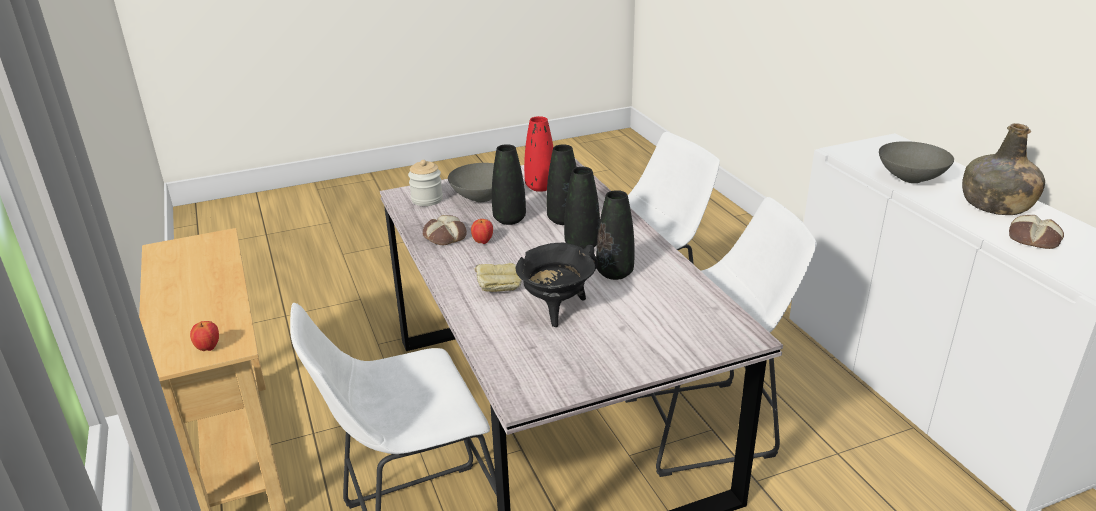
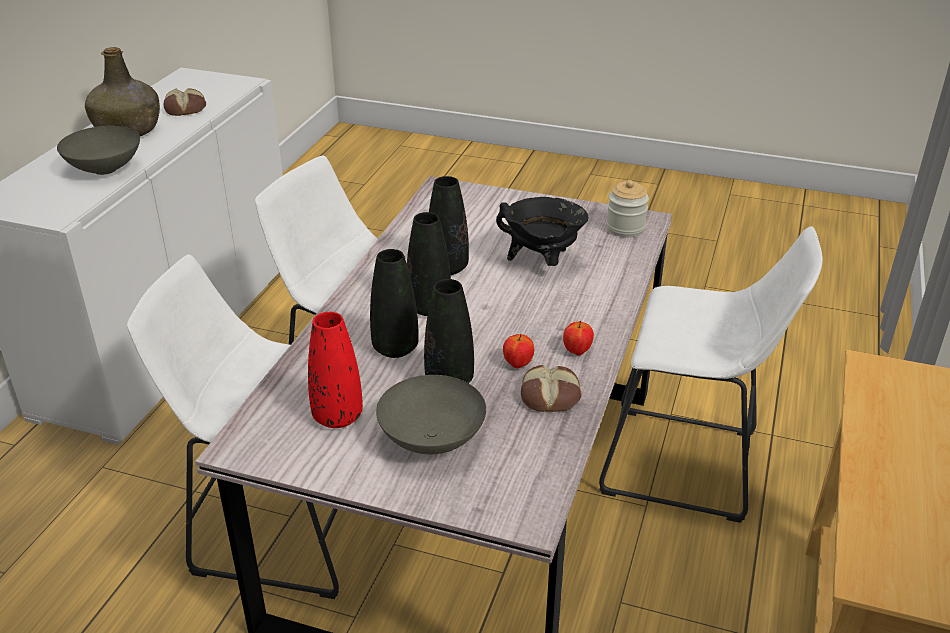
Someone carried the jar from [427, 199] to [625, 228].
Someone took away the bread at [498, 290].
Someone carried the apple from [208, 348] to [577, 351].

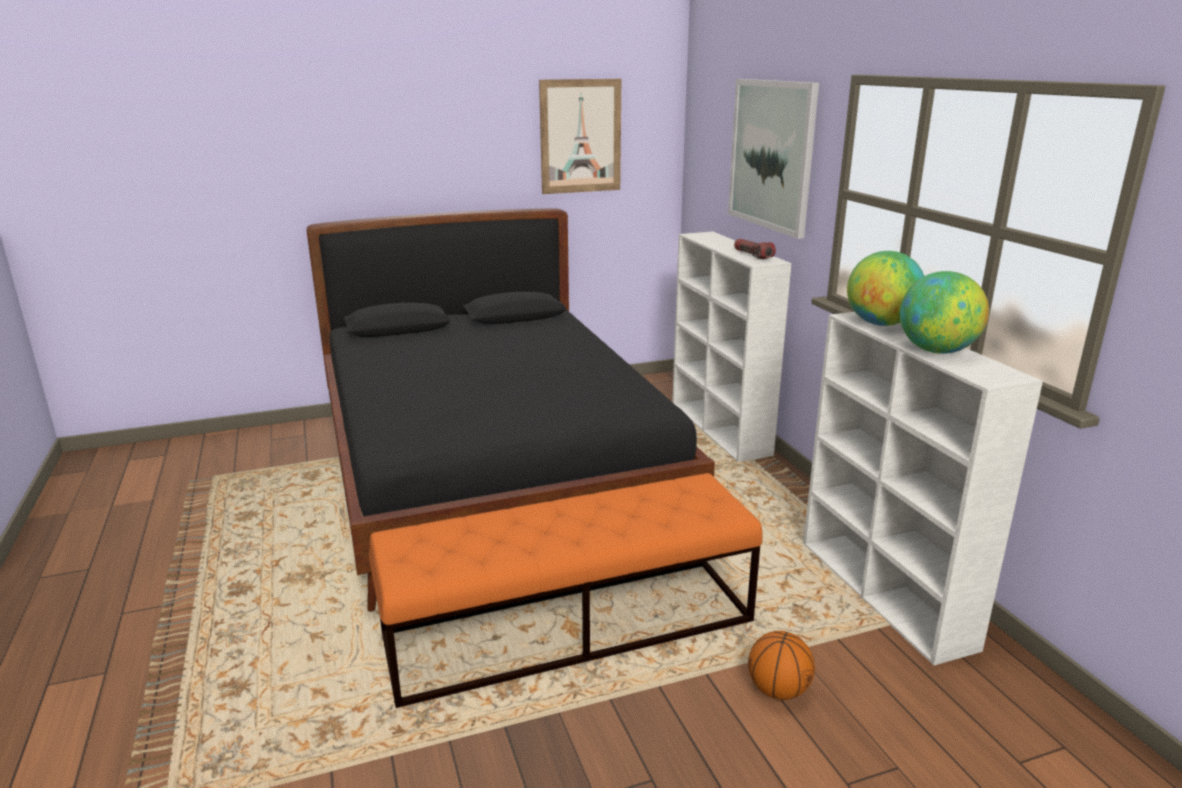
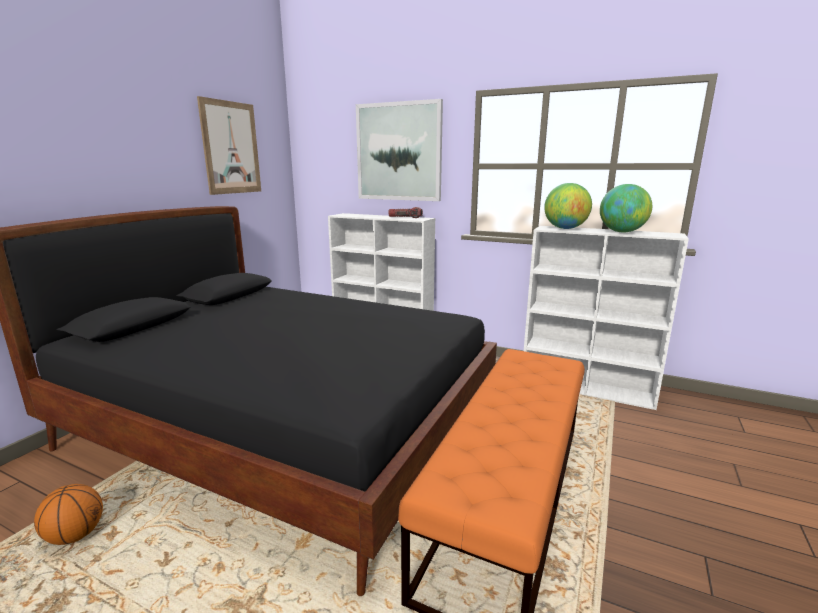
Someone carried the basketball from [778, 691] to [76, 535].

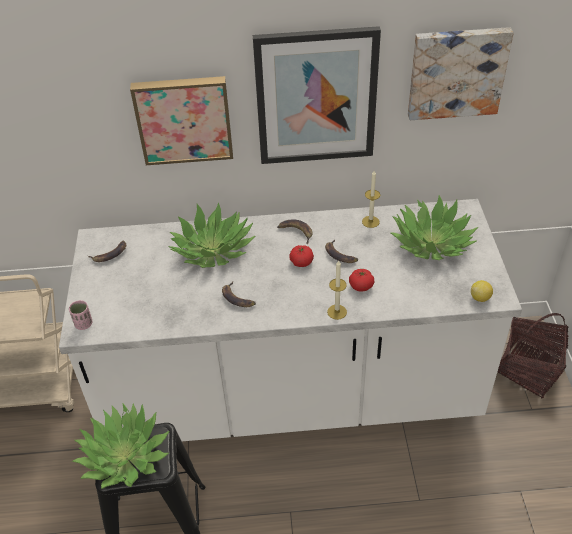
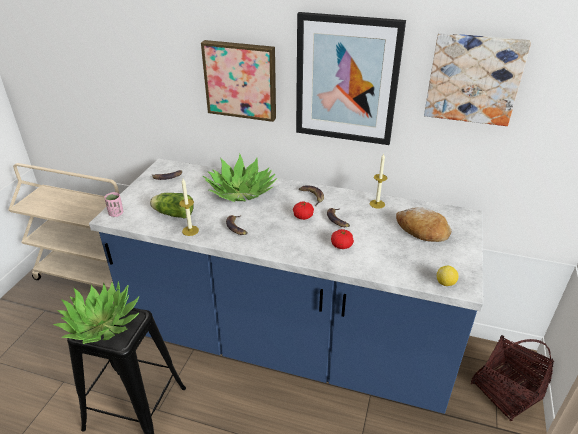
Someone swapped the potted plant at [431, 242] for the bread at [422, 231].
Someone repainted the white counter at [291, 393], which became the blue counter at [289, 342].
Someone carried the candle from [337, 312] to [190, 230].
Someone put down the lettuce at [172, 214].

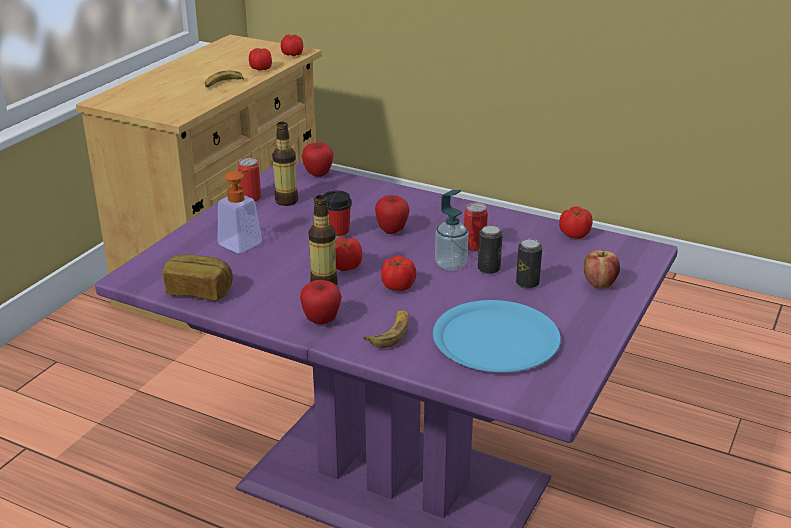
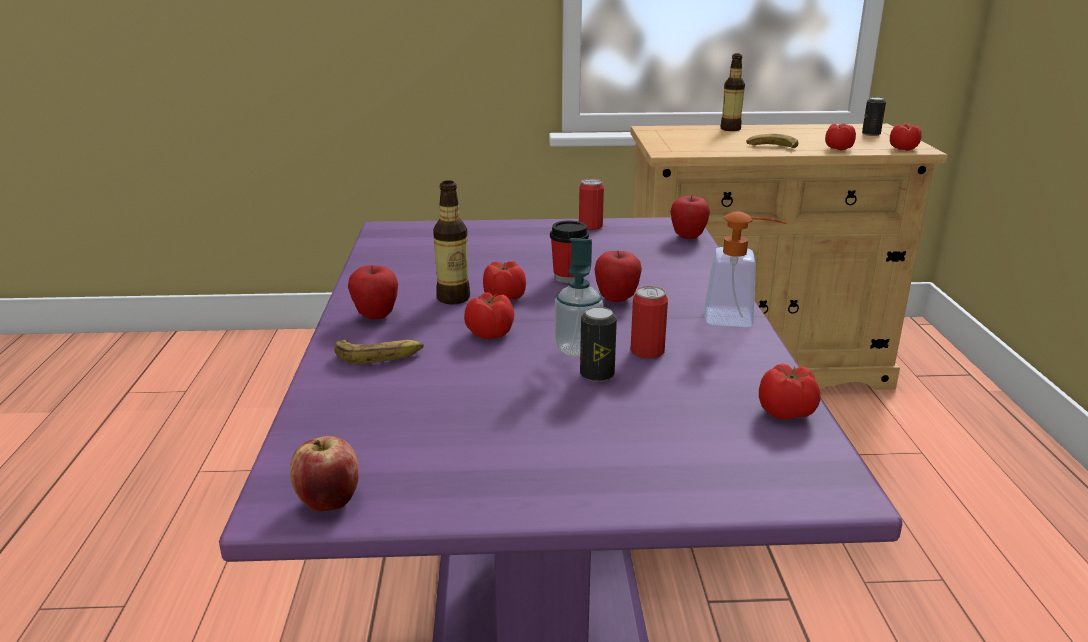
Someone carried the bottle from [286, 201] to [730, 129].
Someone carried the soap dispenser from [245, 241] to [739, 319].
Someone carried the can from [527, 283] to [871, 134].
Someone carried the apple from [599, 284] to [329, 502].
Someone took away the bread at [199, 291].
Someone took away the blue plate at [495, 338].

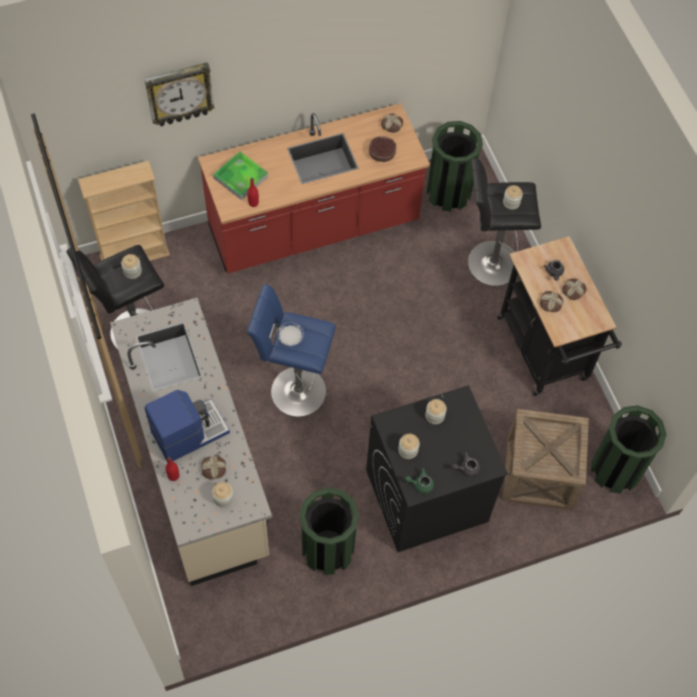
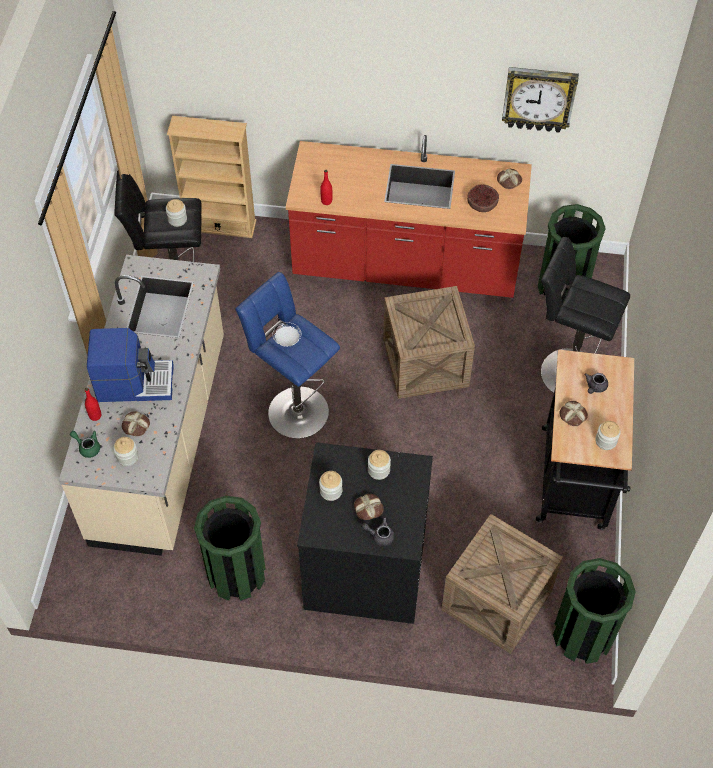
Someone carried the wall clock from [179, 93] to [539, 98].
Someone took away the tray at [240, 177].
Someone carried the jar from [511, 202] to [606, 441].
Someone carried the bread from [573, 290] to [368, 508].
Someone carried the green teapot from [420, 484] to [87, 447].
Someone put down the crate at [425, 363].

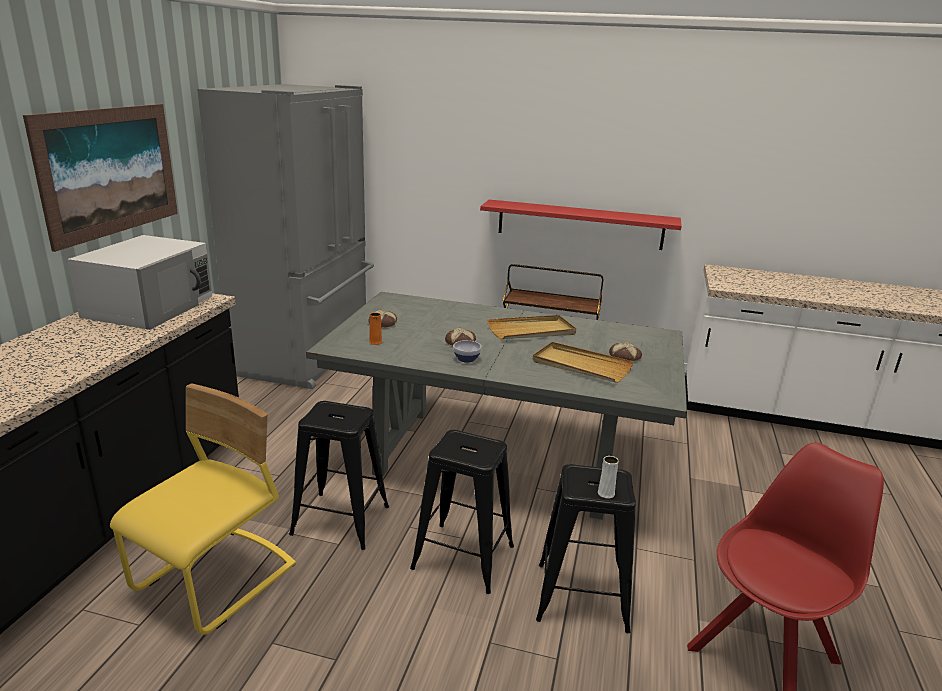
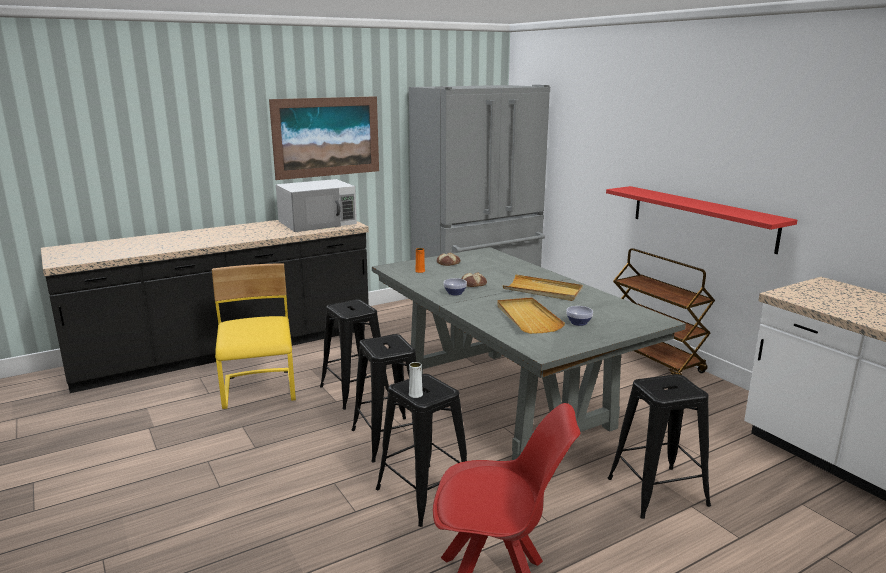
Someone swapped the bread at [625, 357] for the bowl at [579, 323].
Someone rotated the yellow chair at [216, 580] by 90 degrees counterclockwise.
Someone put down the black stool at [658, 491].

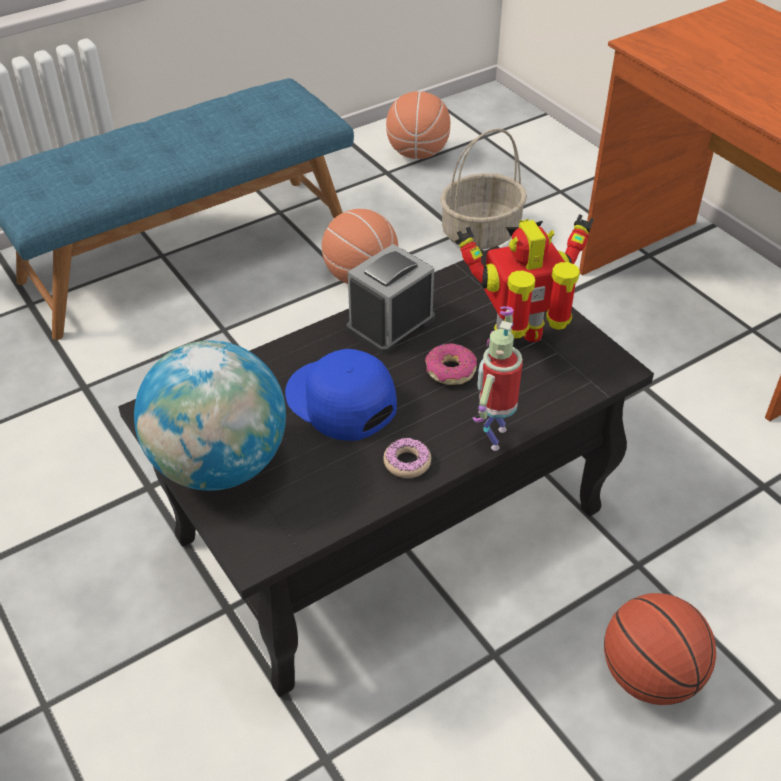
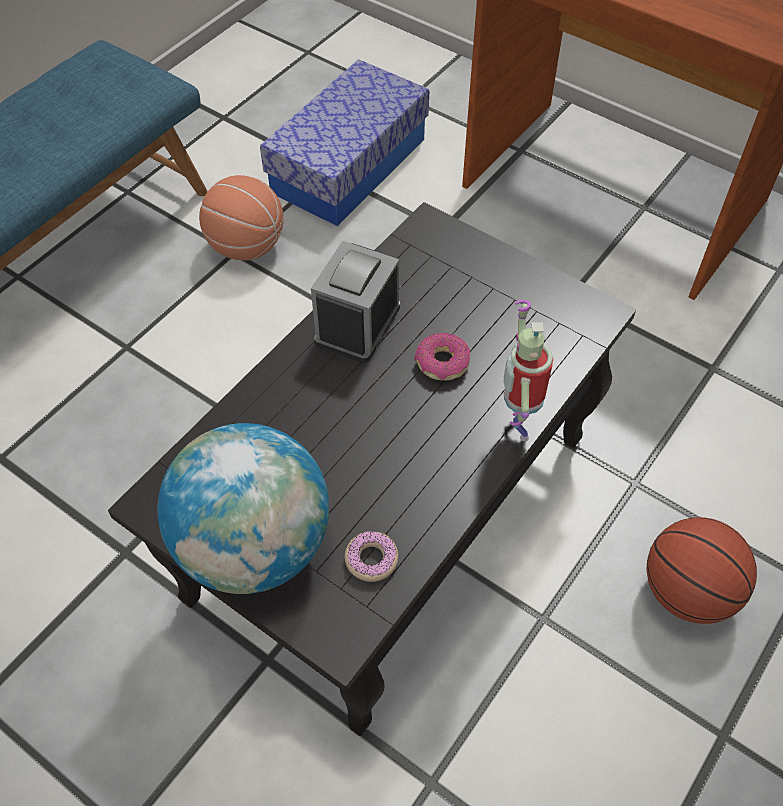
Someone took away the basketball at [417, 153].
Someone swapped the basket at [480, 233] for the storage box at [349, 165].
Someone took away the toy robot at [520, 340].
Someone took away the blue cap at [340, 401].
Someone carried the donut from [407, 462] to [371, 559].

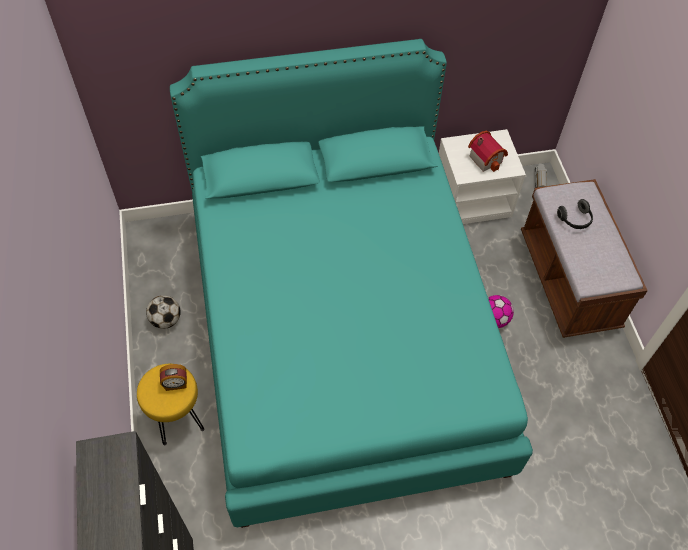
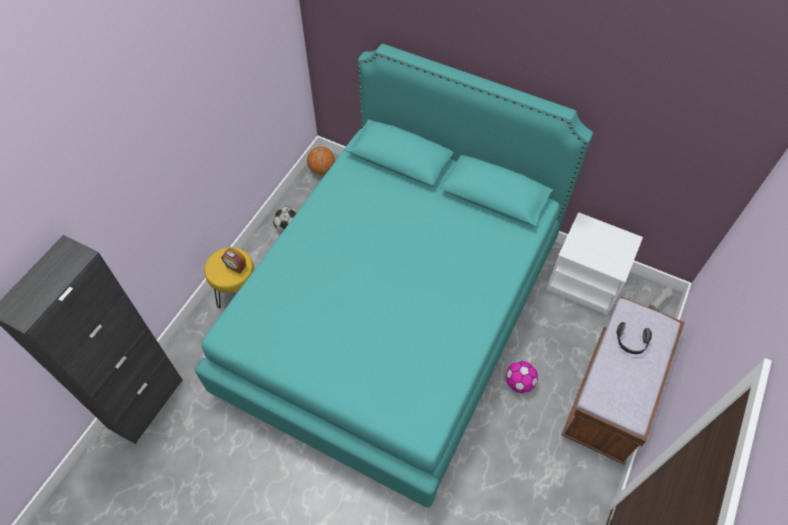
Someone took away the toy house at [486, 158].
Someone put down the basketball at [322, 169].

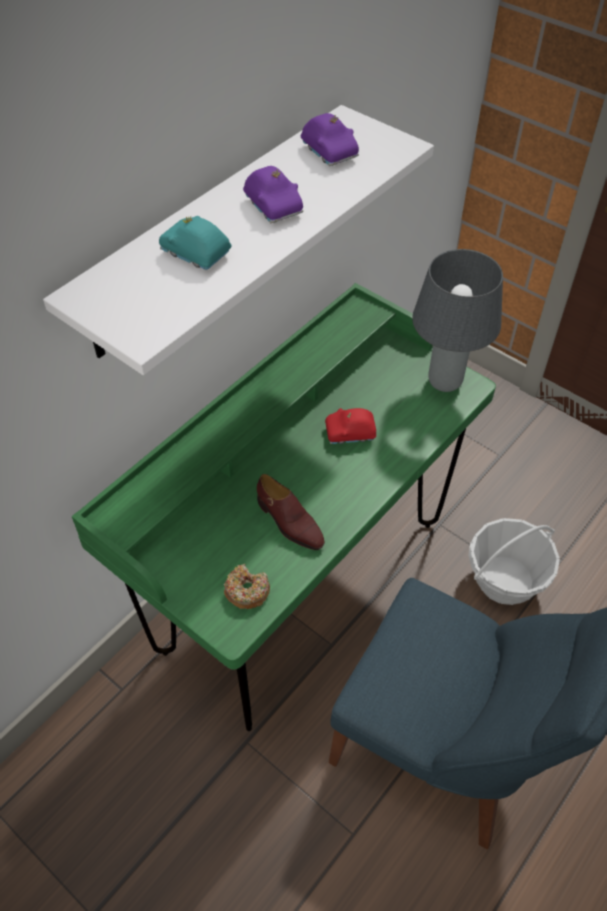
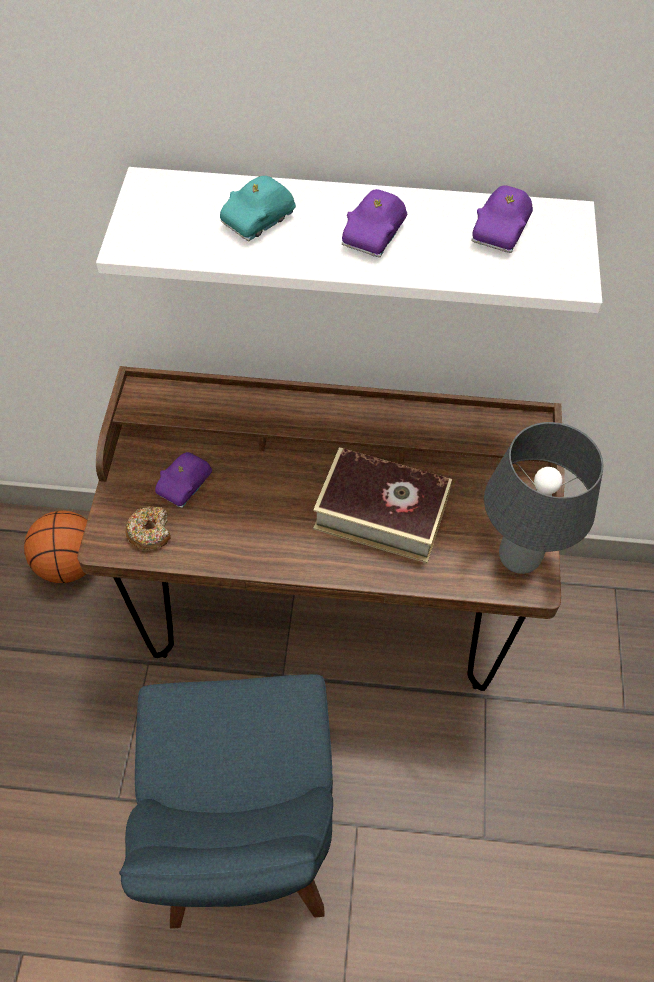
Someone rotated the turquoise toy car at [195, 254] by 135 degrees counterclockwise.
Someone repainted the green desk at [301, 585], which became the brown desk at [325, 614].
Someone swapped the red toy car at [350, 434] for the book at [381, 513].
Someone took away the brown shoe at [289, 522].
Someone took away the basket at [505, 580].
Someone put down the purple toy car at [185, 485].
Someone put down the basketball at [70, 564].

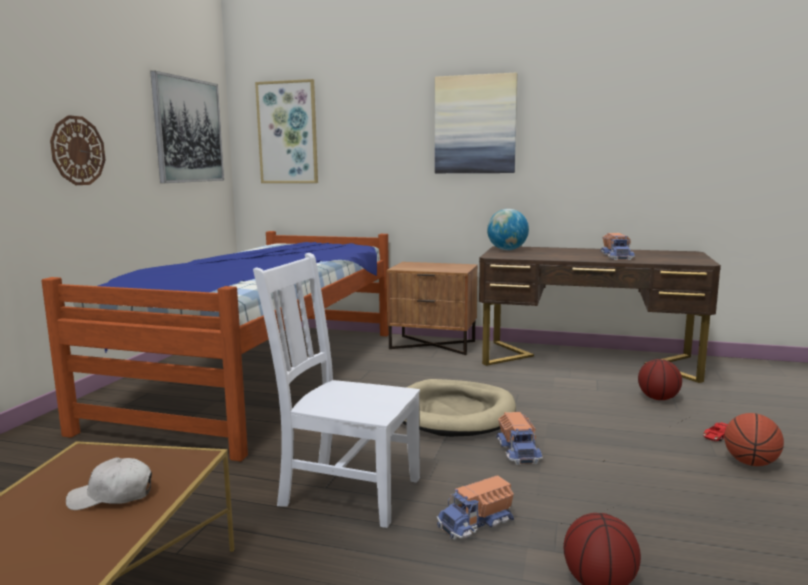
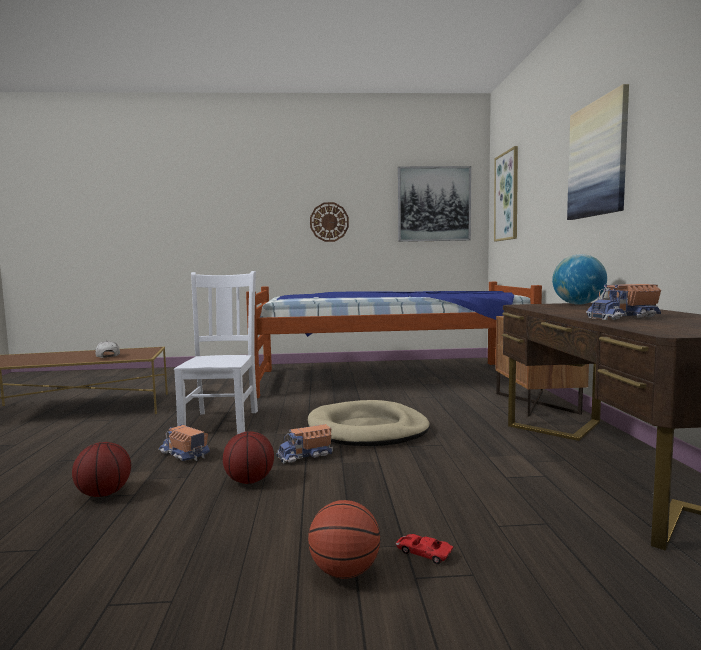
Someone carried the basketball from [657, 398] to [250, 481].

